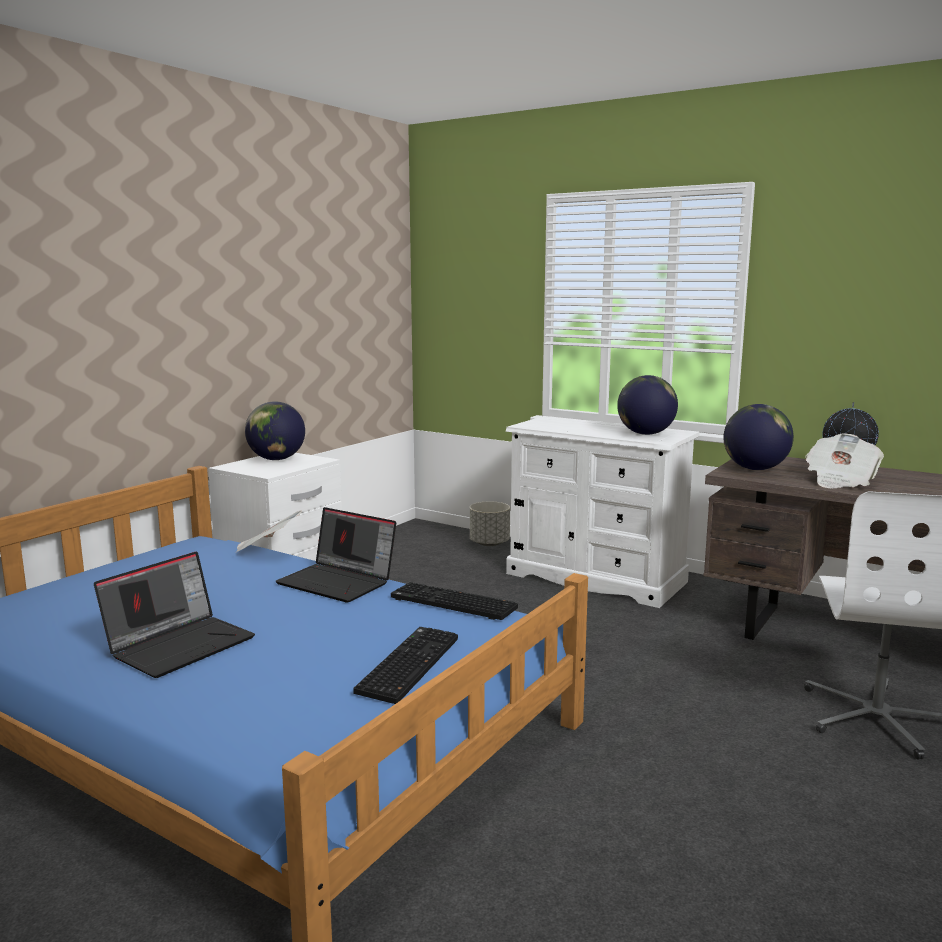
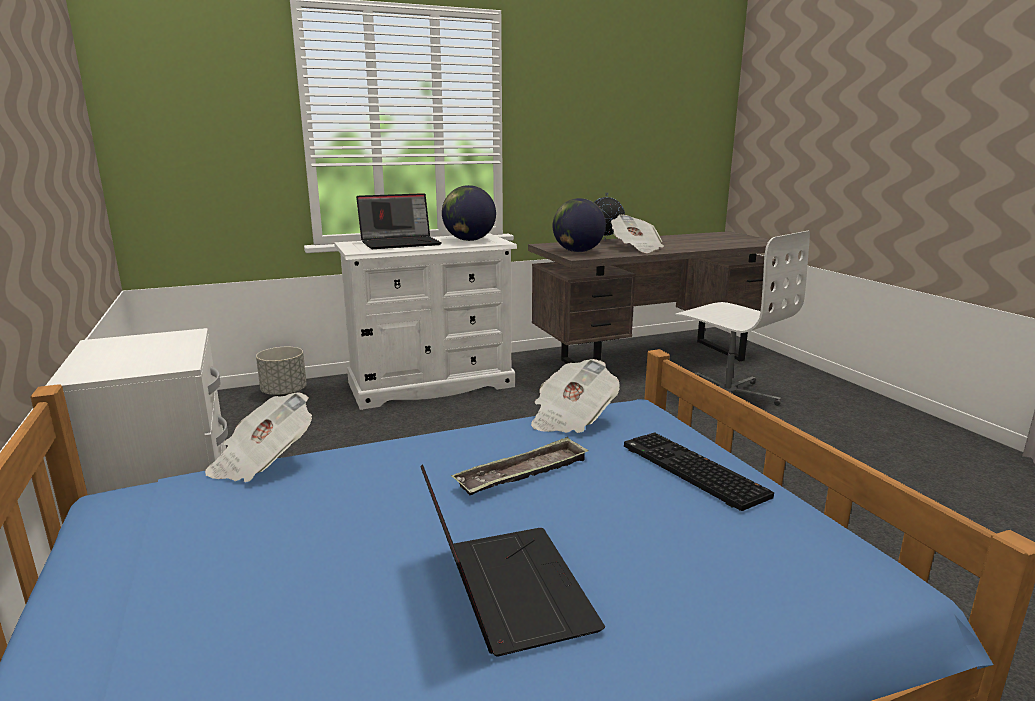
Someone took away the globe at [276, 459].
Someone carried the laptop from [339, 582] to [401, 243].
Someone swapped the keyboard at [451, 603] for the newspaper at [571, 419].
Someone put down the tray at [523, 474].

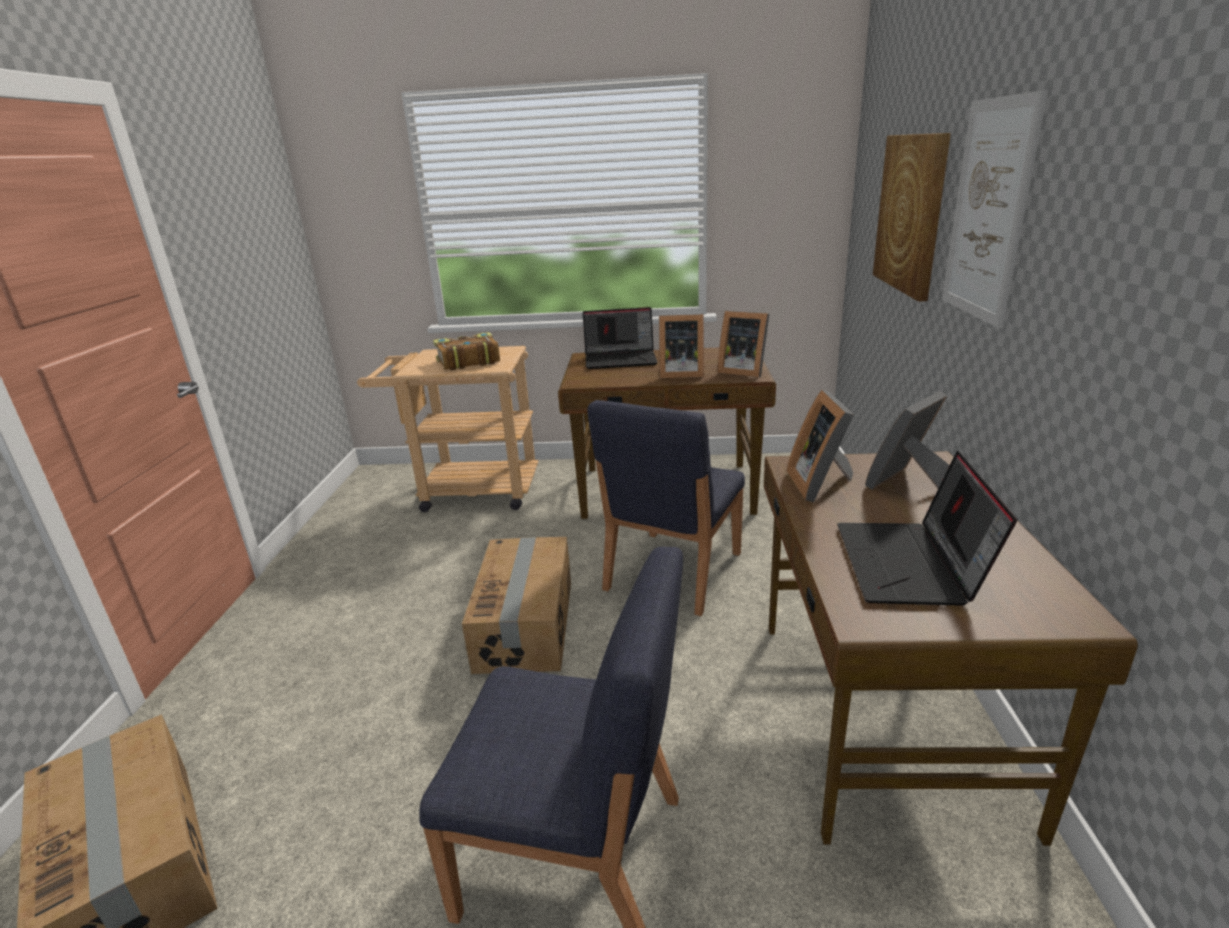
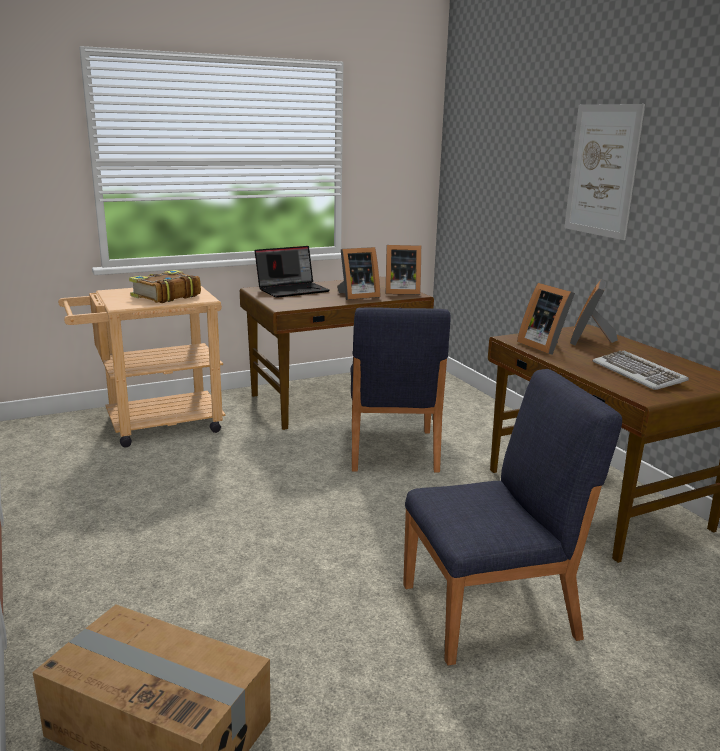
Someone took away the picture at [911, 213].
Someone swapped the laptop at [911, 565] for the keyboard at [638, 374].
Someone took away the cardboard box at [527, 623].

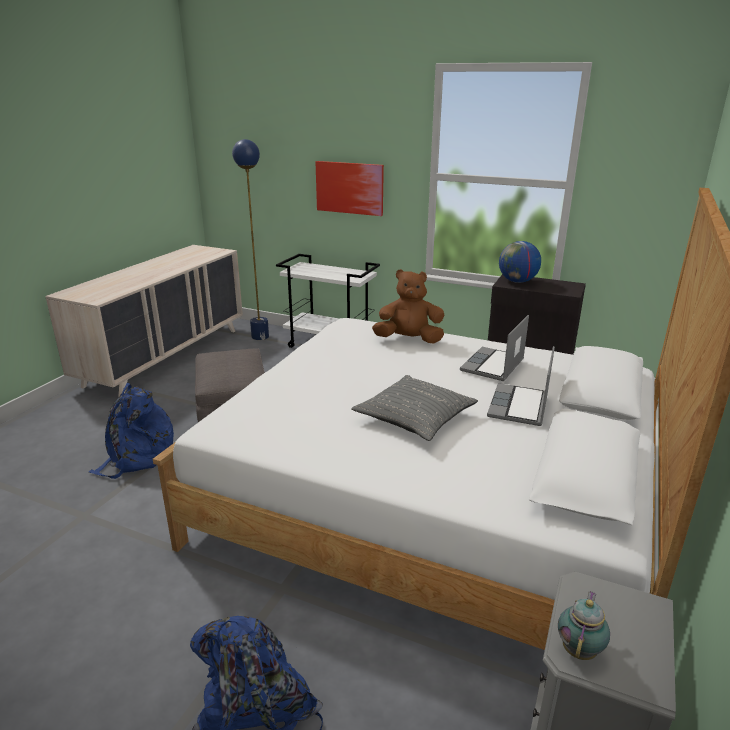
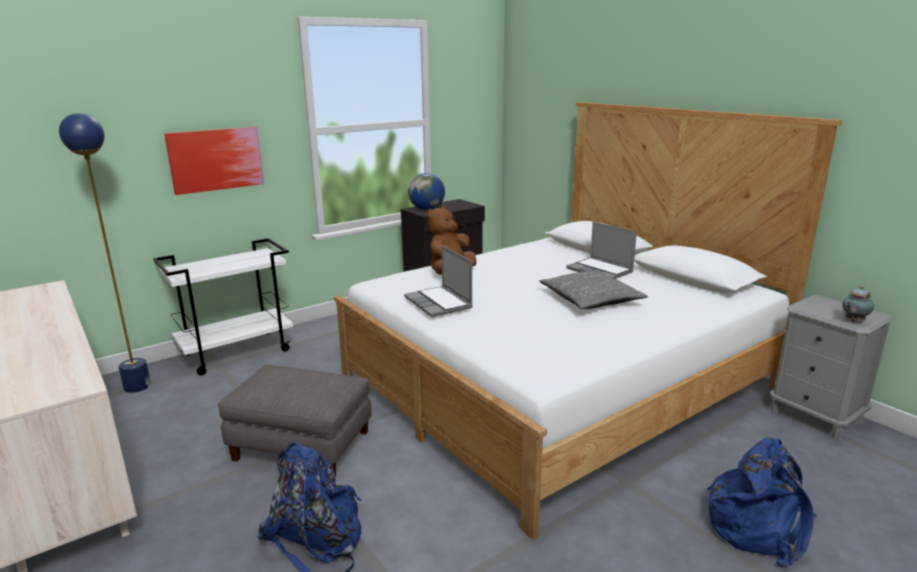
Someone carried the laptop from [493, 366] to [439, 303].
Someone rotated the teapot at [579, 649] by 90 degrees counterclockwise.

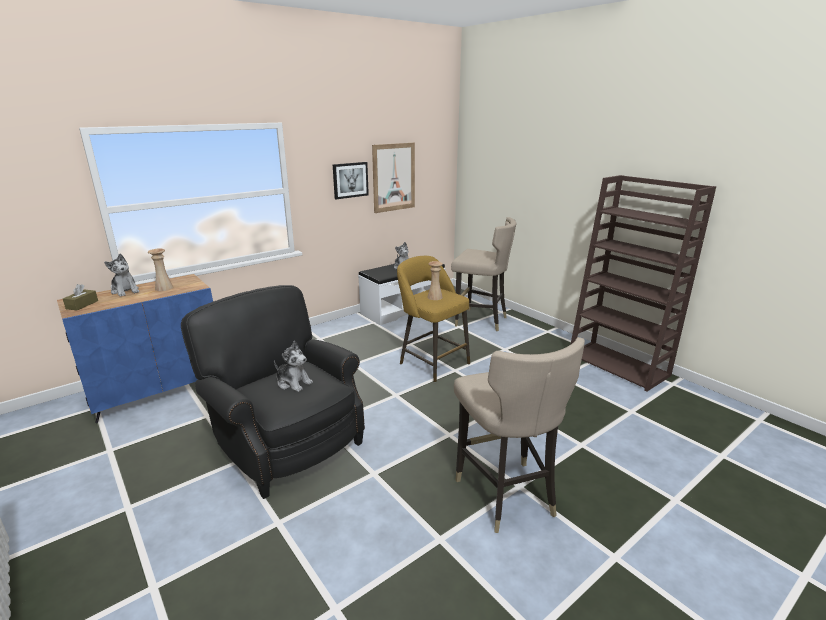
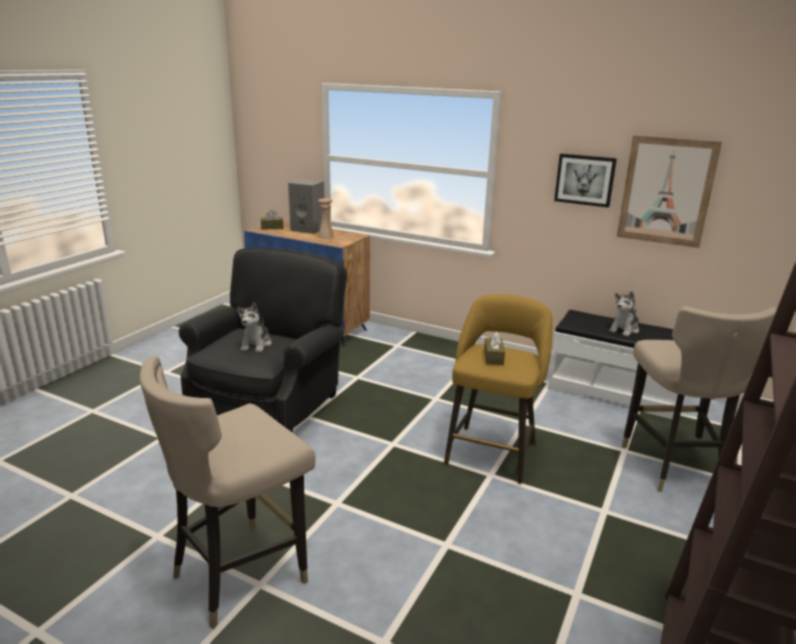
Someone swapped the plush toy at [125, 291] for the grey speaker at [309, 229].
Someone swapped the beige vase at [435, 297] for the brown tissue box at [493, 357].

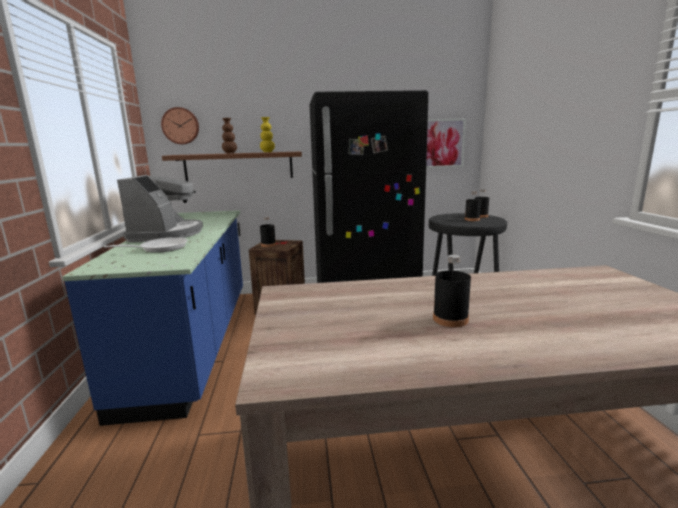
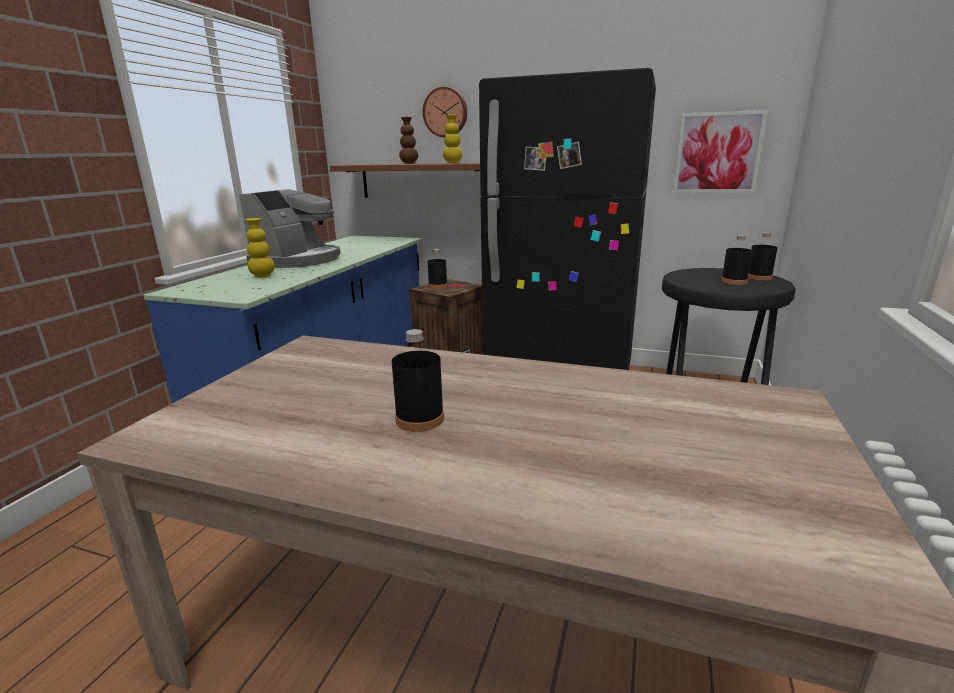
Someone carried the wall clock from [181, 126] to [445, 112].
Someone swapped the frying pan at [159, 248] for the yellow vase at [263, 276].

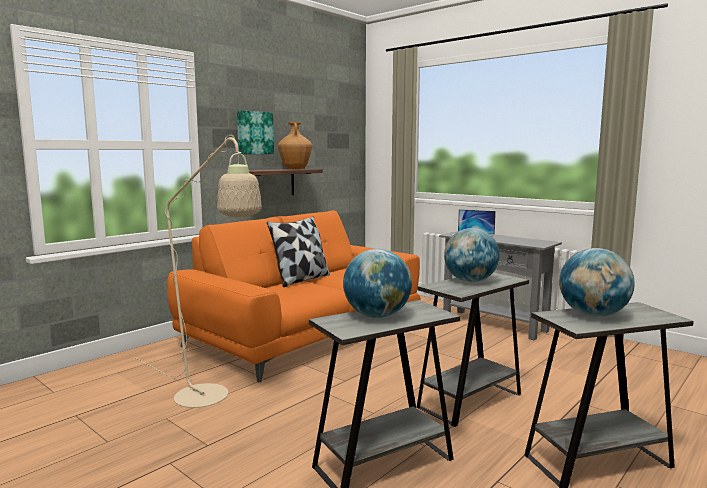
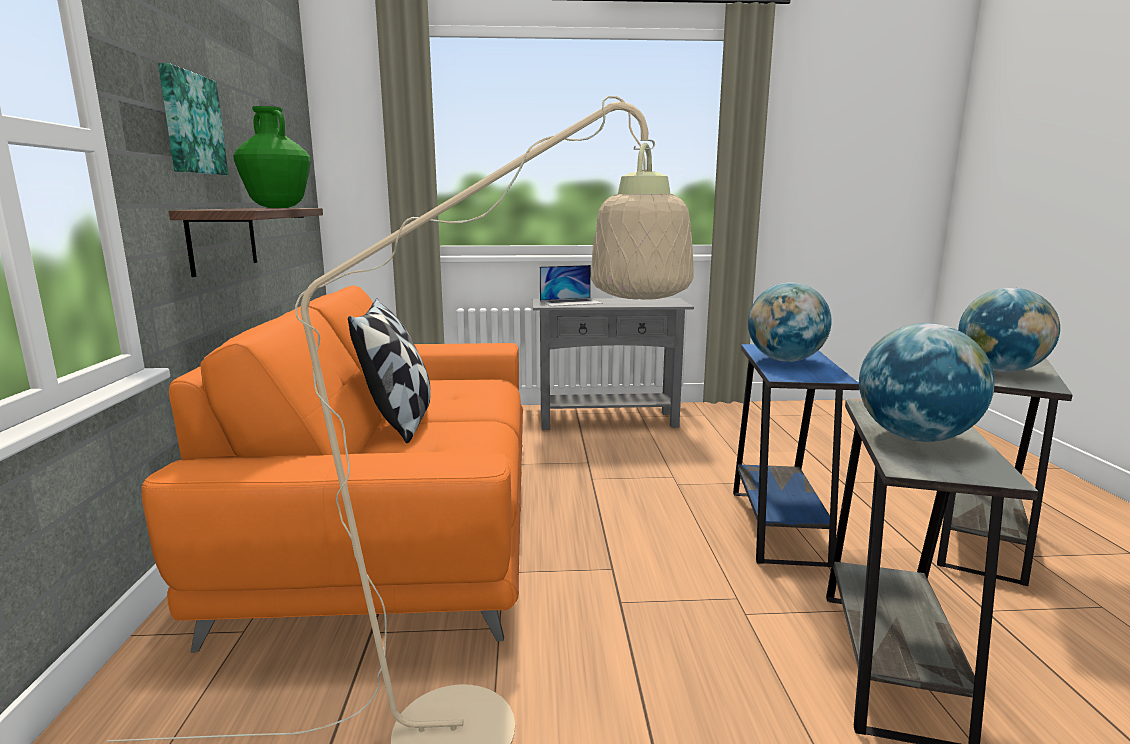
Someone repainted the brown vase at [295, 169], which became the green vase at [277, 208].
Someone repainted the grey side table at [470, 401], which became the blue side table at [778, 526].

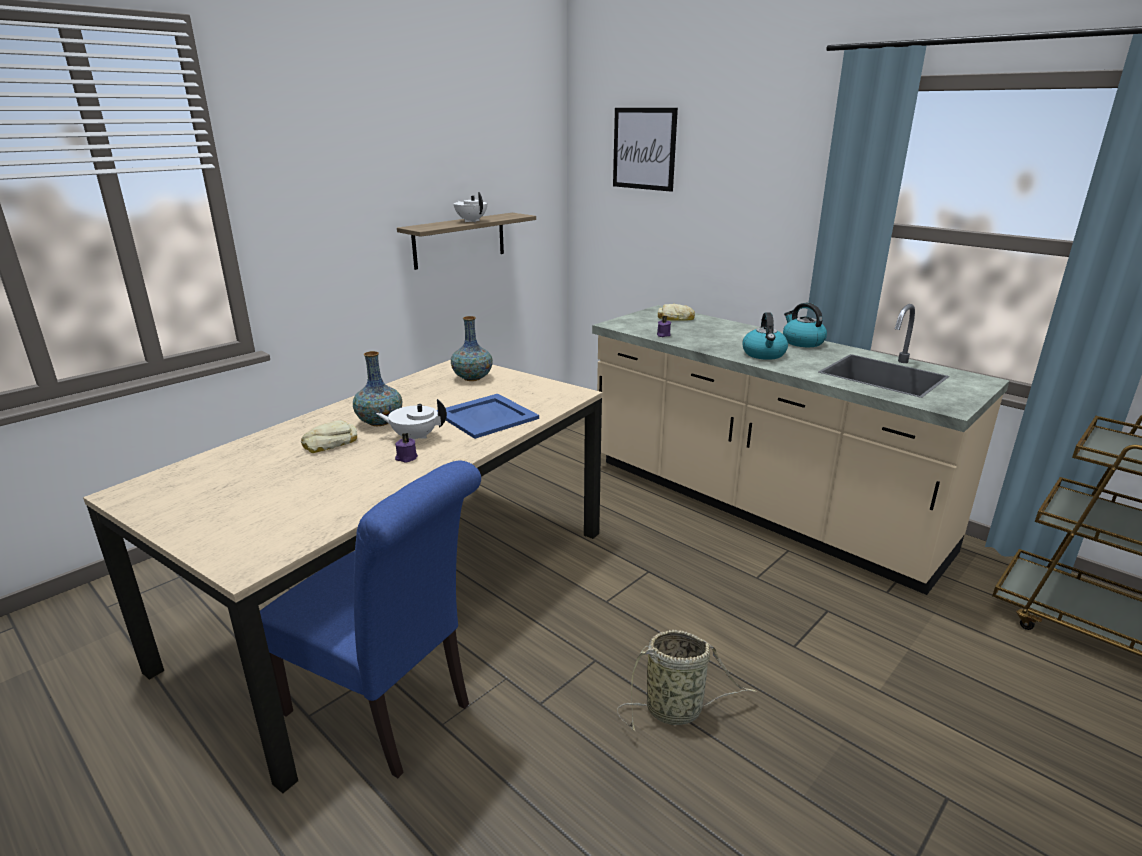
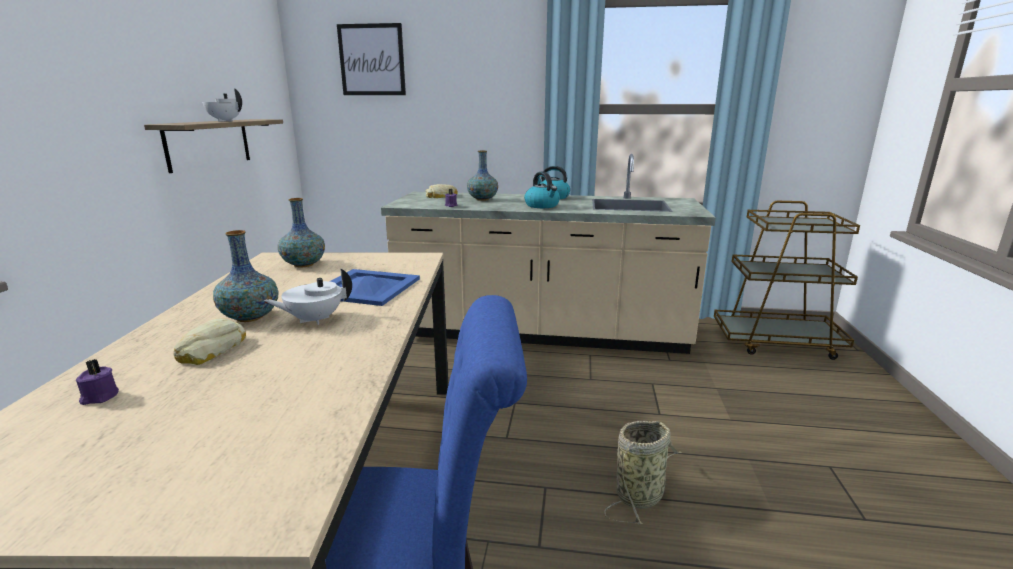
Someone carried the purple candle from [406, 458] to [99, 397].
Someone put down the vase at [482, 199].

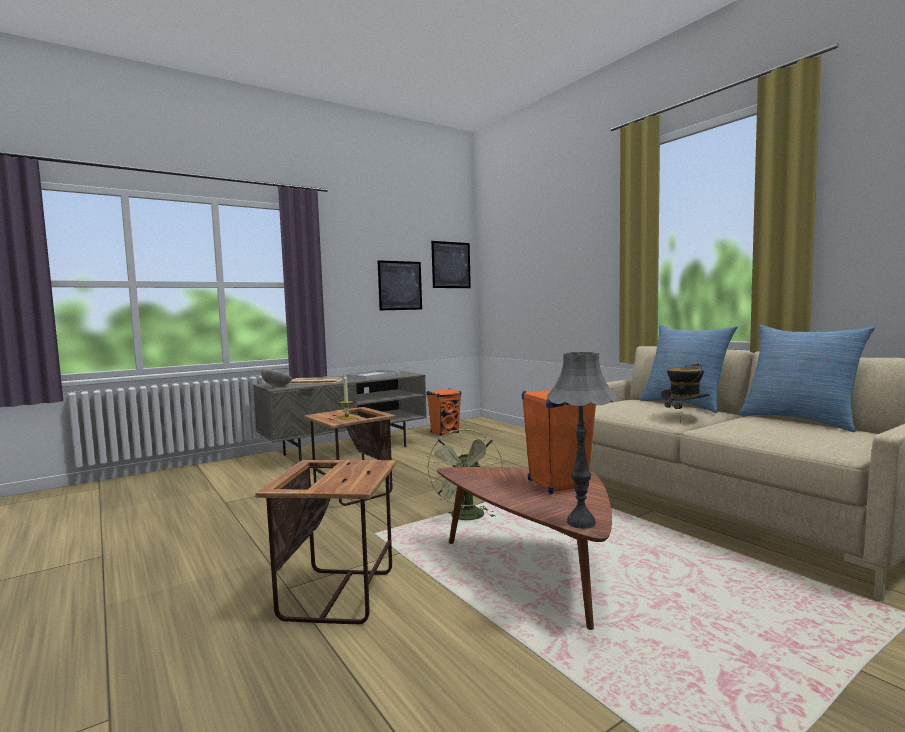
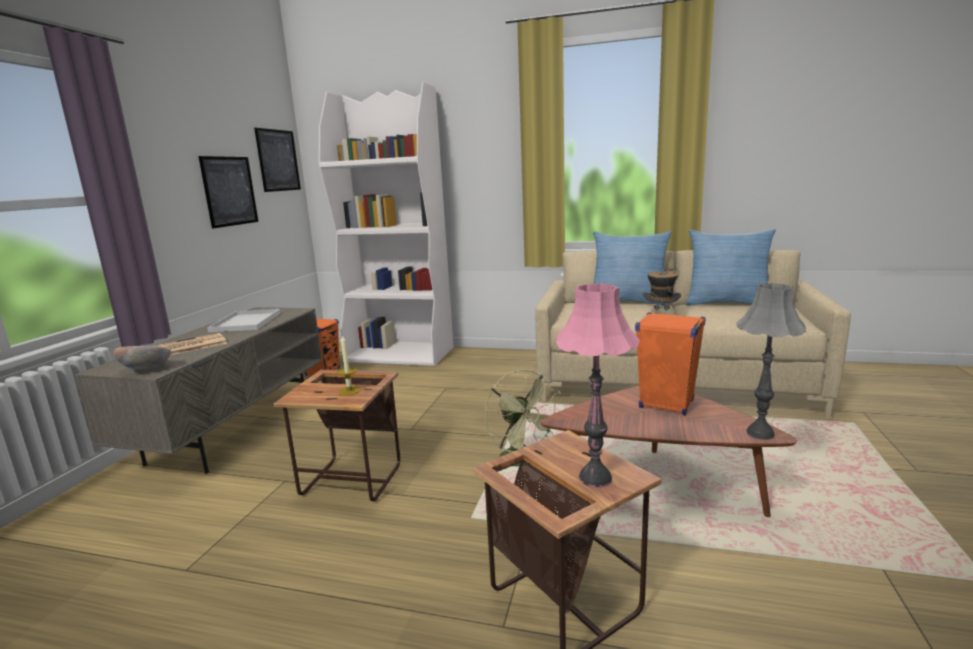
Someone put down the white bookcase at [401, 354].
Someone put down the pink table lamp at [595, 479].

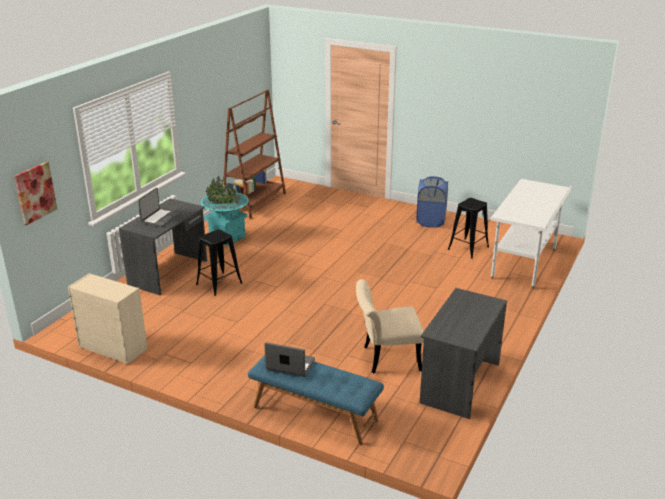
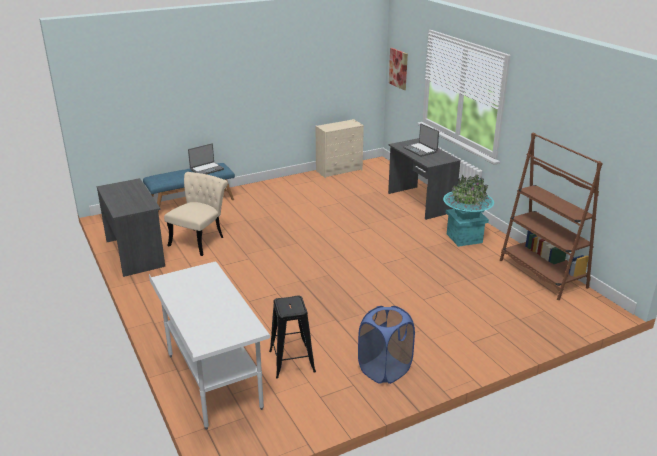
Someone took away the black stool at [219, 284].

